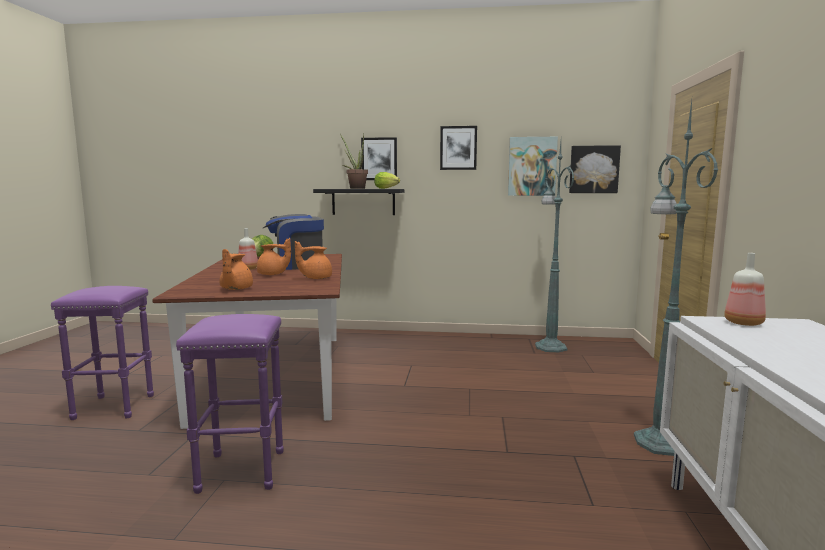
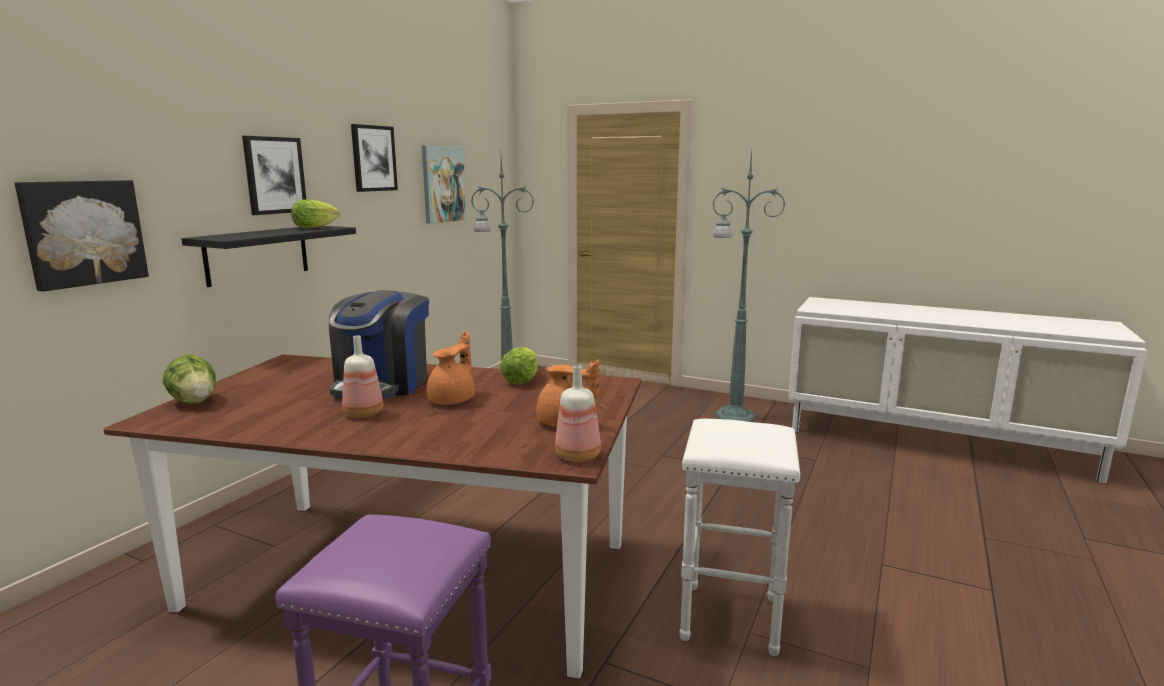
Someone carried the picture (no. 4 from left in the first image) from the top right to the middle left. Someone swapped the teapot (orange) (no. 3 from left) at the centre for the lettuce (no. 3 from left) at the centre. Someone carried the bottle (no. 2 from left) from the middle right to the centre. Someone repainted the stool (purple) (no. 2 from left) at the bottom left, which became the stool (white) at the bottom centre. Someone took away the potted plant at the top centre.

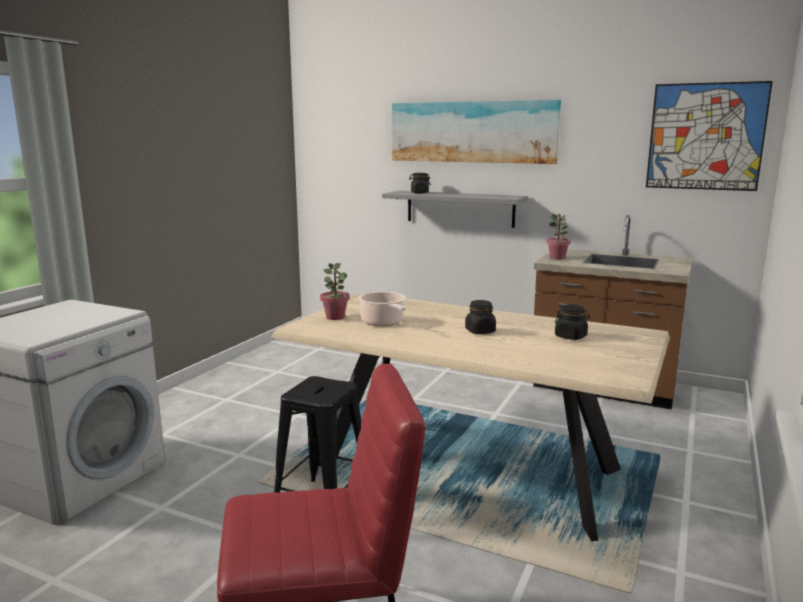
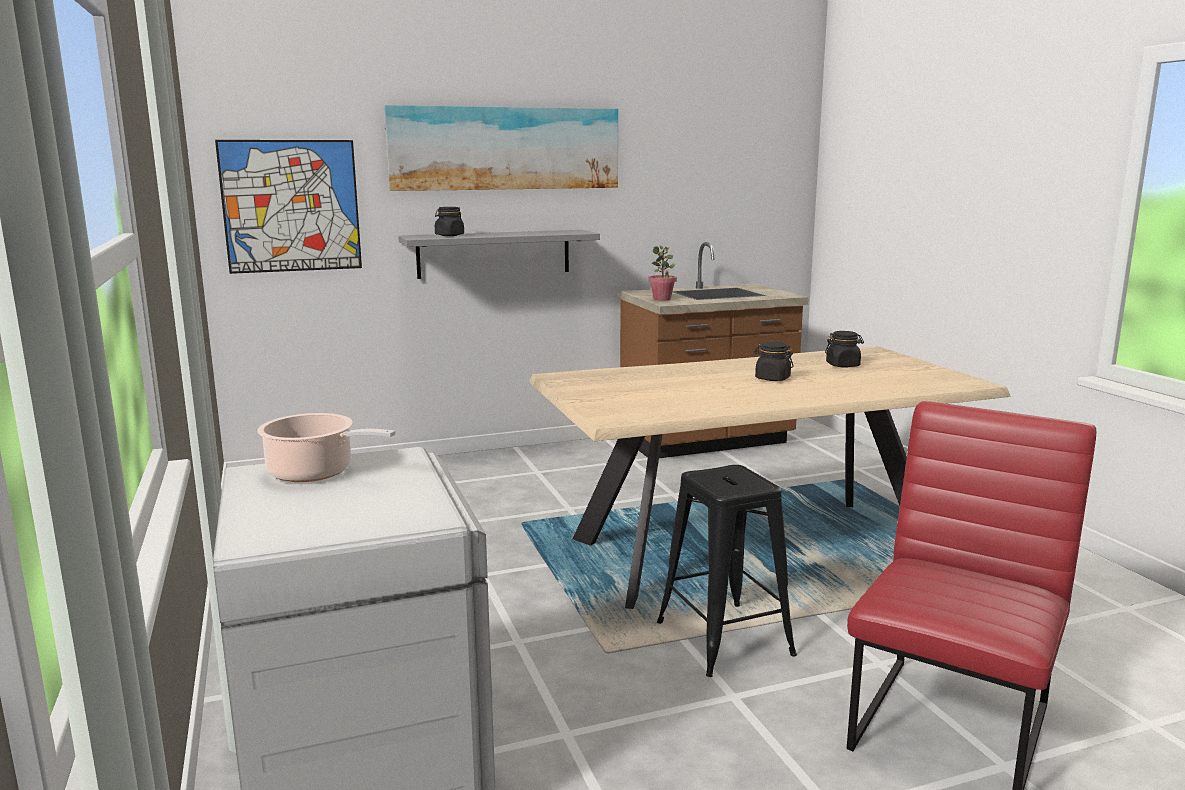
Someone carried the picture (no. 2 from left in the first image) from the top right to the top left. Someone carried the cooking pot from the centre to the middle left. Someone took away the potted plant (no. 1 from left) at the centre.

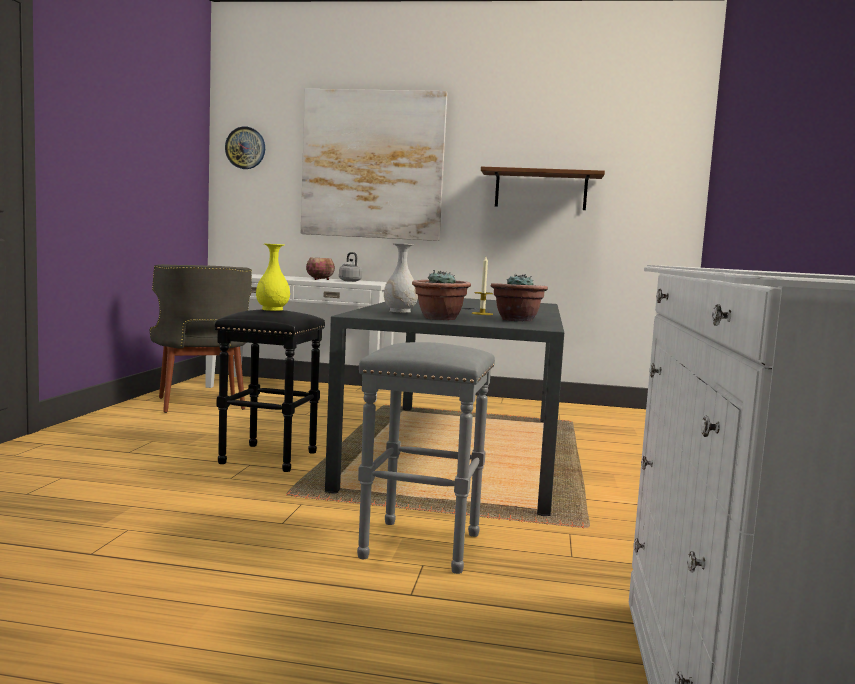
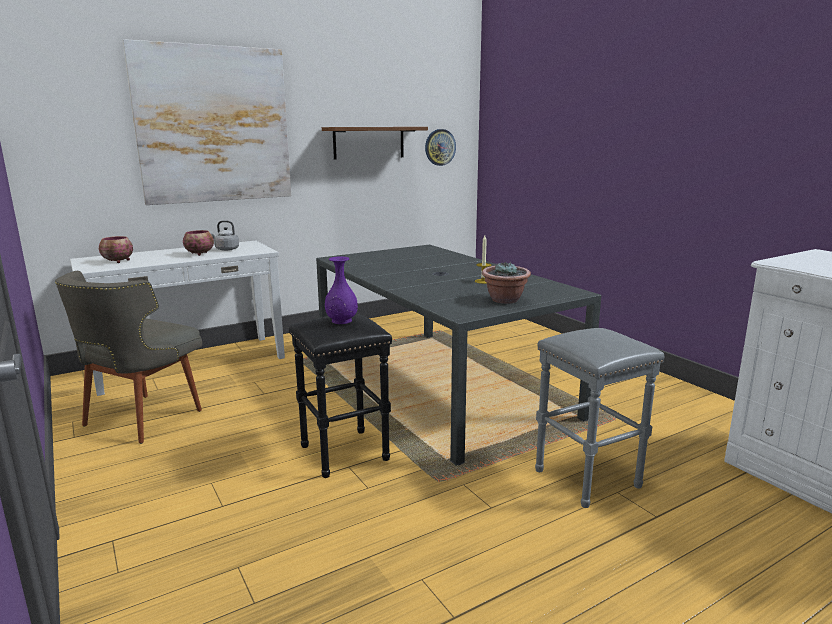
Someone rotated the chair (grey) at the middle left by 90 degrees clockwise. Someone put down the bowl (no. 1 from left) at the middle left. Someone repainted the vase (yellow) at the middle left, which became the vase (purple) at the centre. Someone carried the wall clock from the top left to the top centre. Someone took away the vase (white) at the centre. Someone took away the potted plant (no. 2 from left) at the centre.

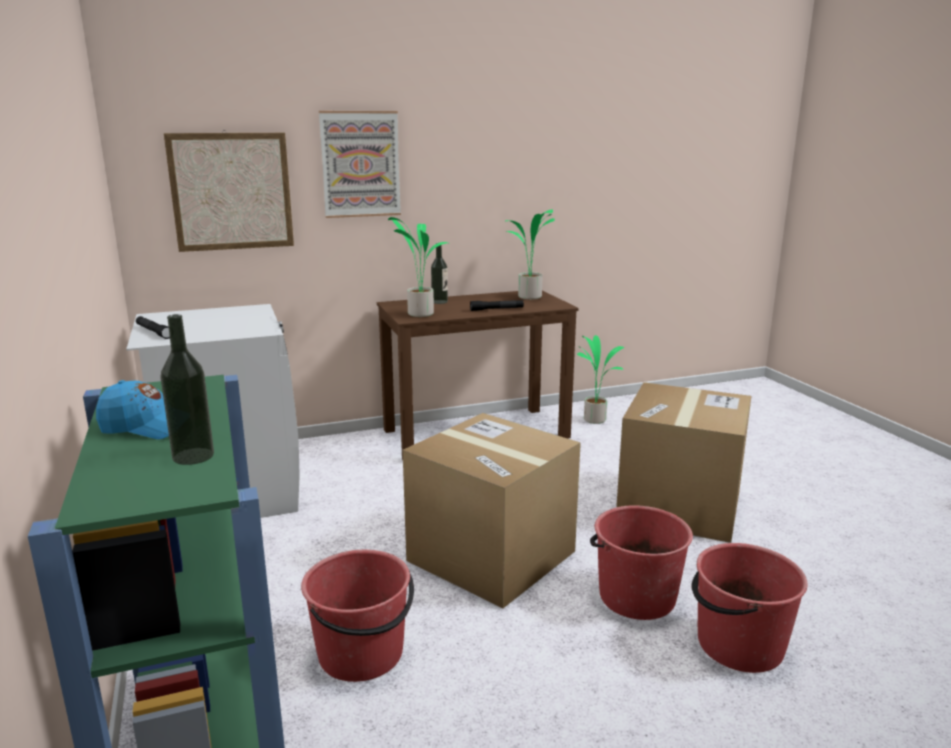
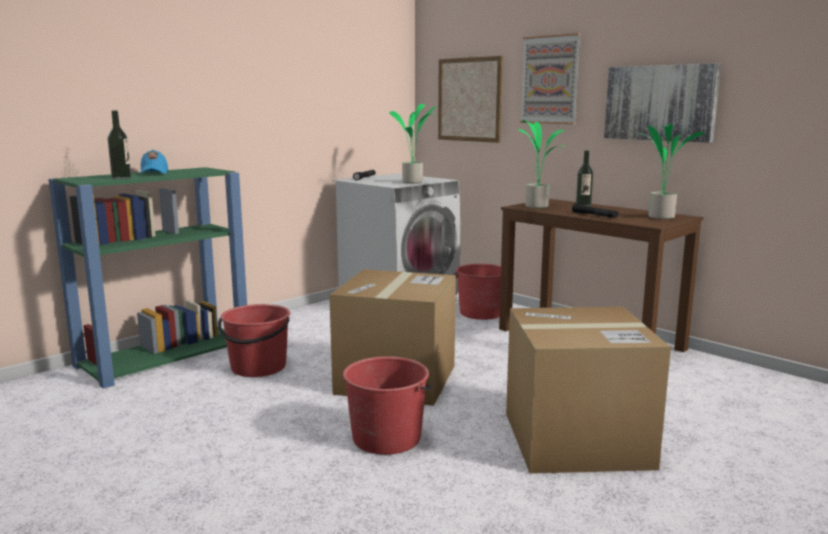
Someone carried the potted plant (no. 3 from left in the first image) from the centre to the top centre. Someone carried the bucket (red) (no. 3 from left) from the bottom right to the centre. Someone put up the picture (no. 3 from left) at the top right.

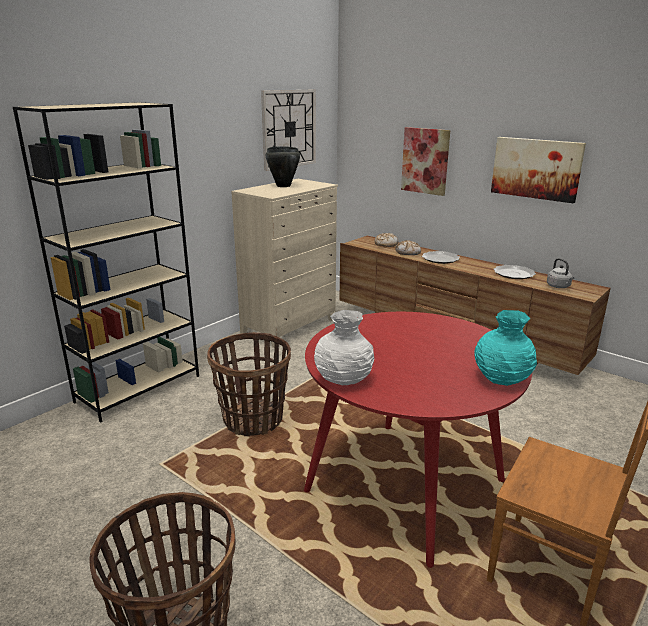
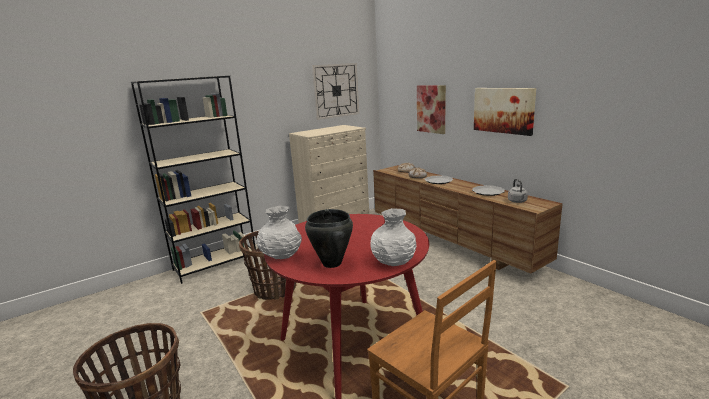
Someone carried the cooking pot (black) from the top centre to the centre. Someone repainted the vase (turquoise) at the middle right, which became the vase (white) (no. 2 from left) at the centre.

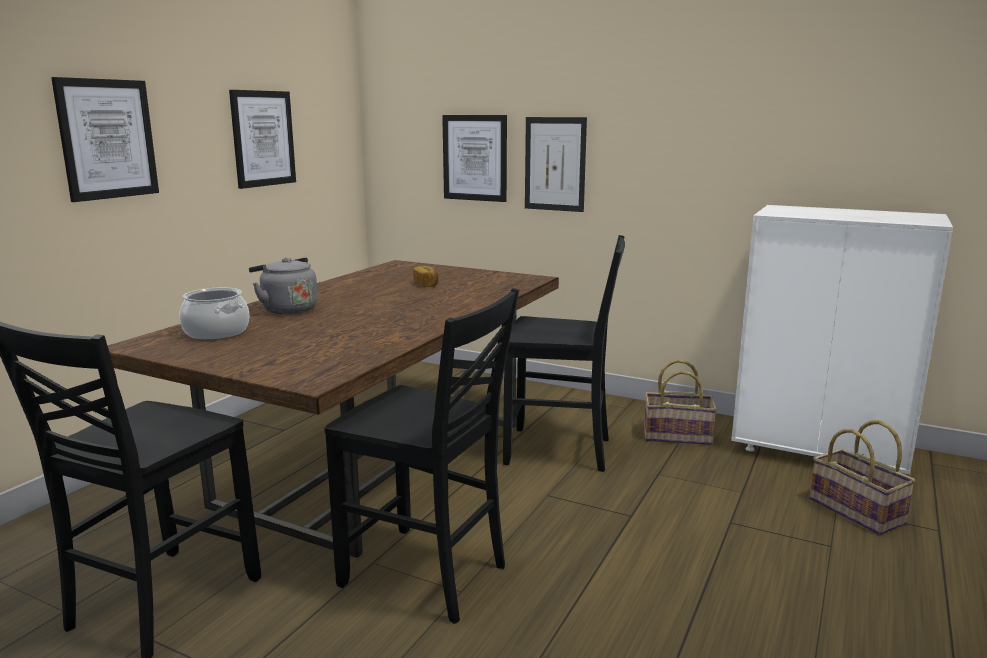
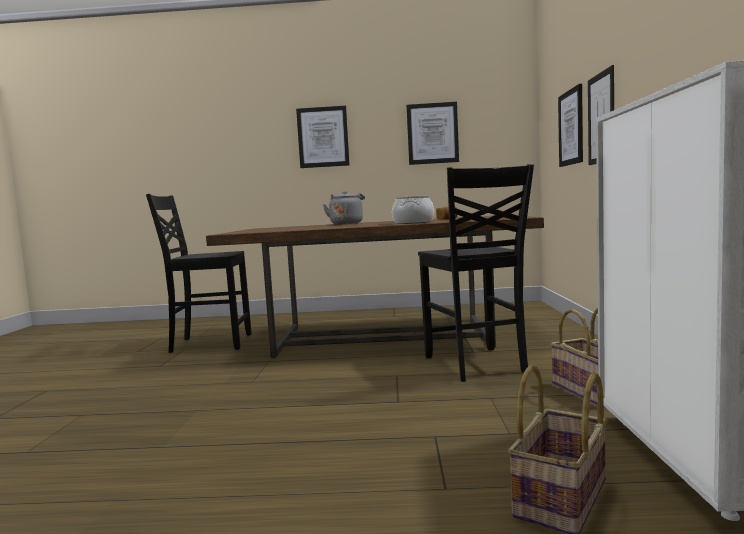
Someone carried the cooking pot from the middle left to the centre. Someone took away the chair (black) (no. 2 from left) at the bottom centre.

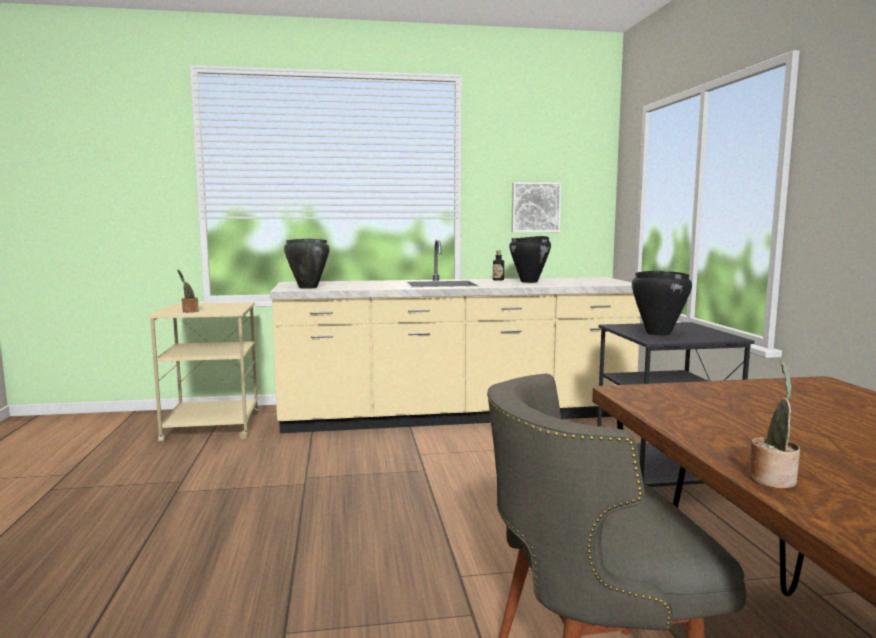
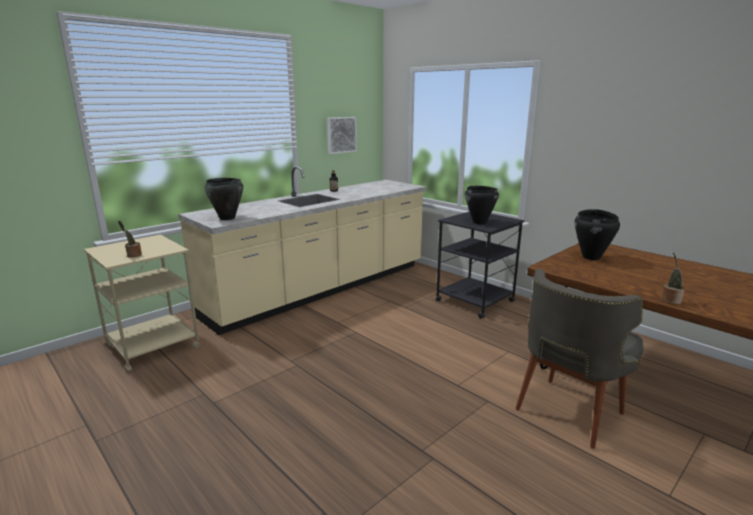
Someone carried the cooking pot (black) (no. 2 from left in the first image) from the centre to the middle right.

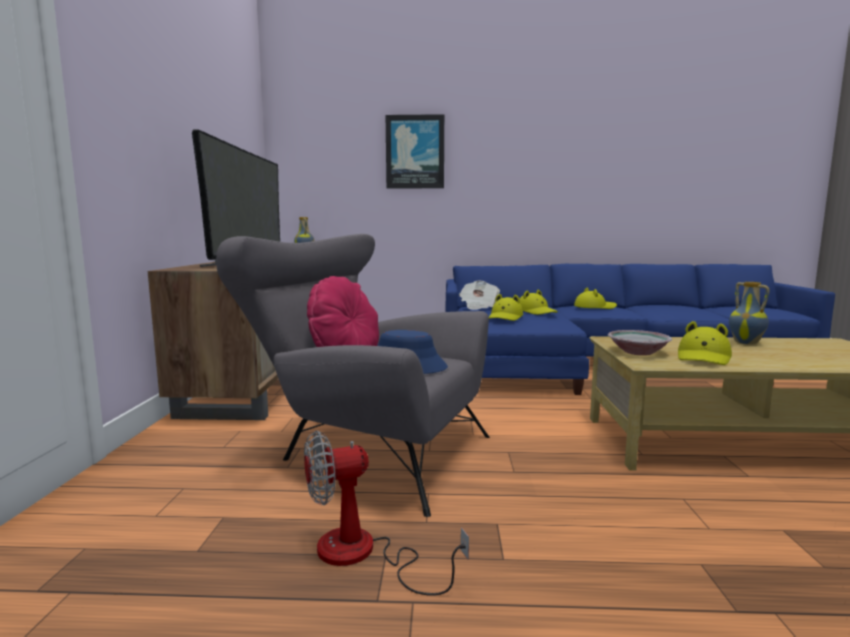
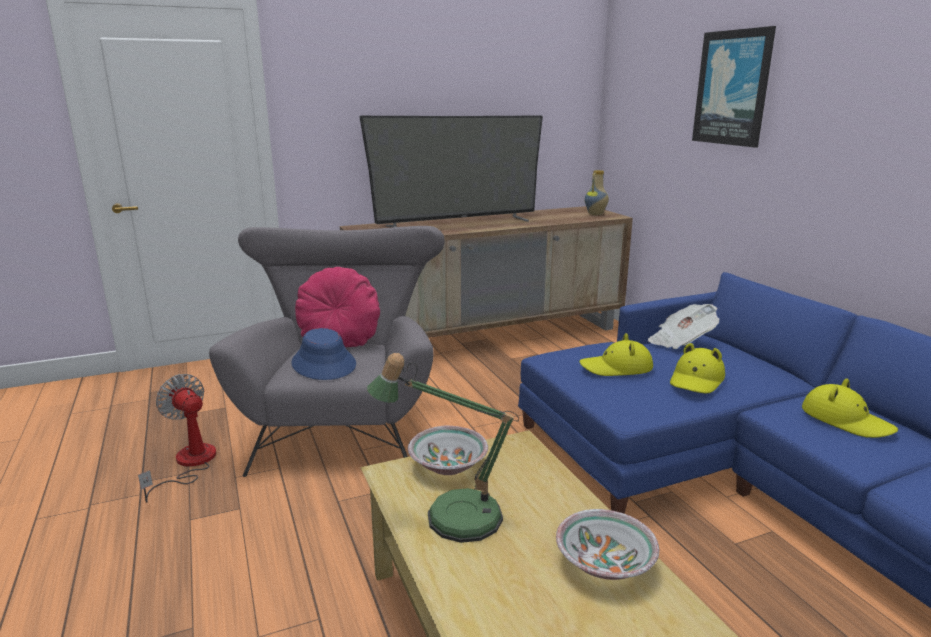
Someone swapped the hat (yellow) (no. 4 from left) at the middle right for the table lamp at the bottom centre. Someone swapped the vase (no. 2 from left) at the middle right for the bowl (no. 2 from left) at the bottom centre.

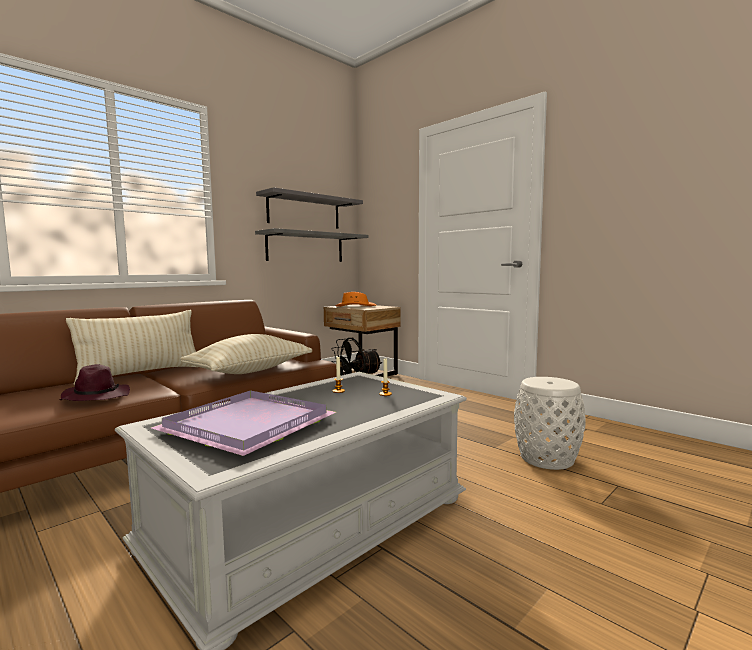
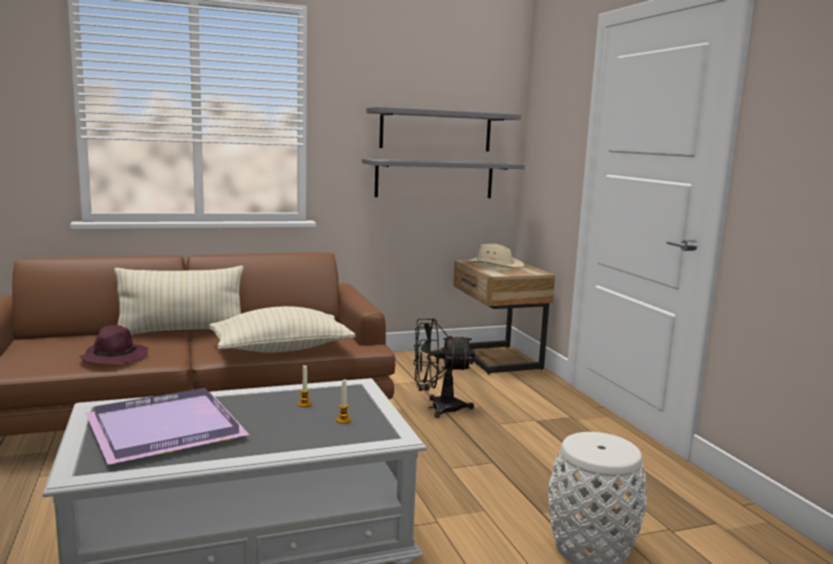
Someone repainted the hat (orange) at the centre, which became the hat (beige) at the centre.

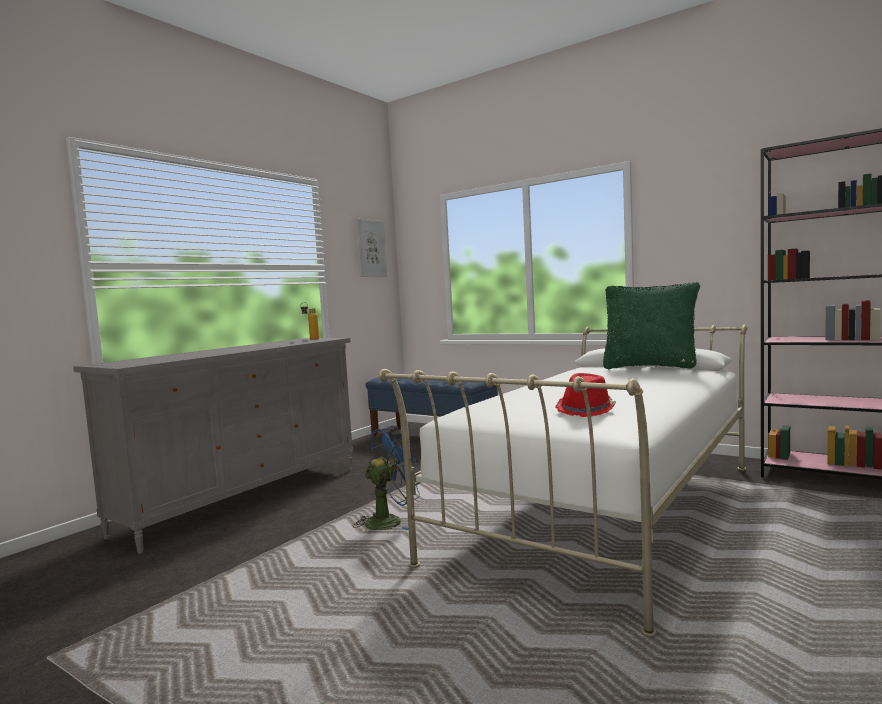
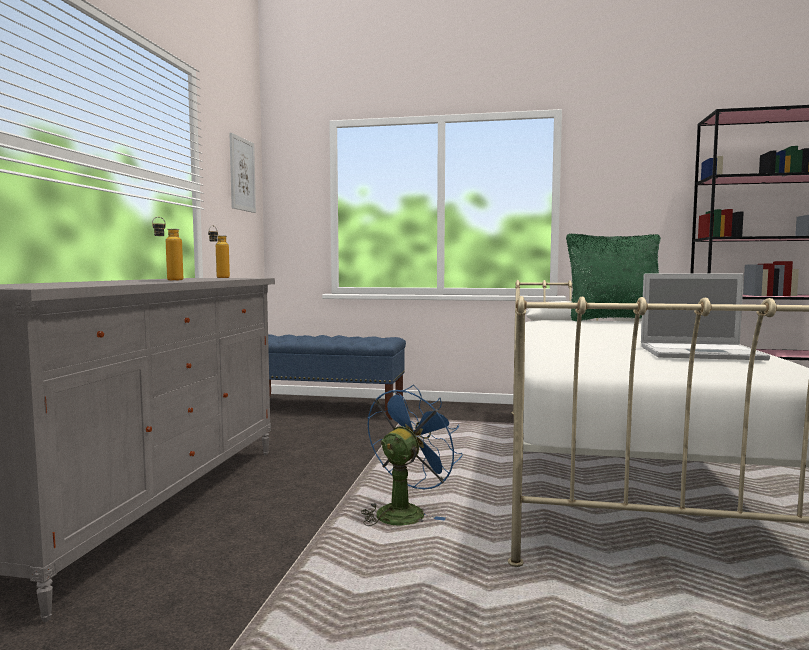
Someone put down the bottle (no. 1 from left) at the middle left. Someone swapped the hat (red) at the centre for the laptop at the middle right.

